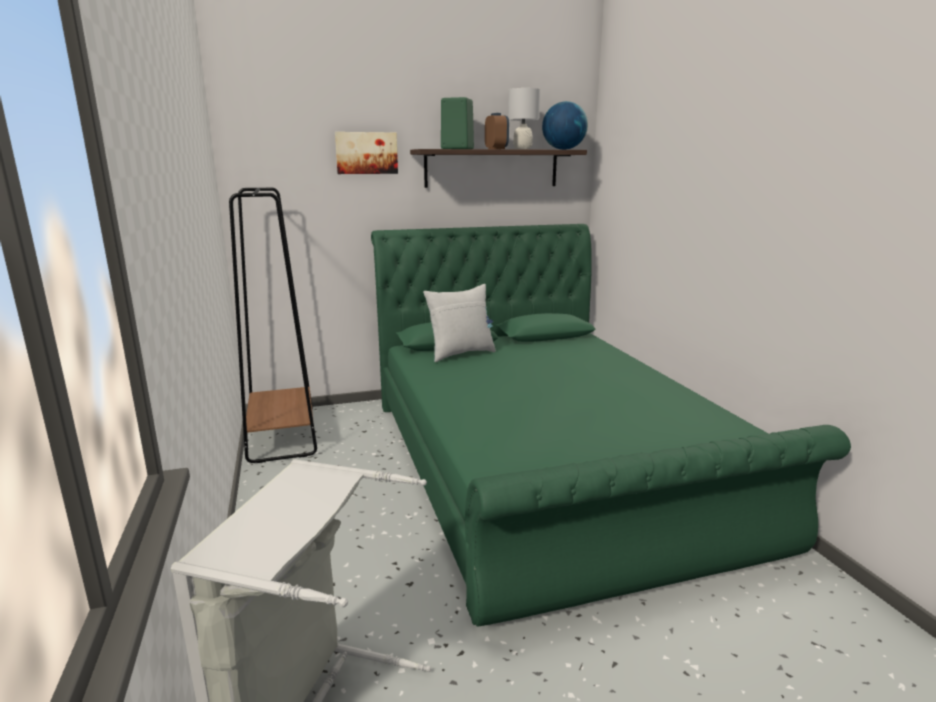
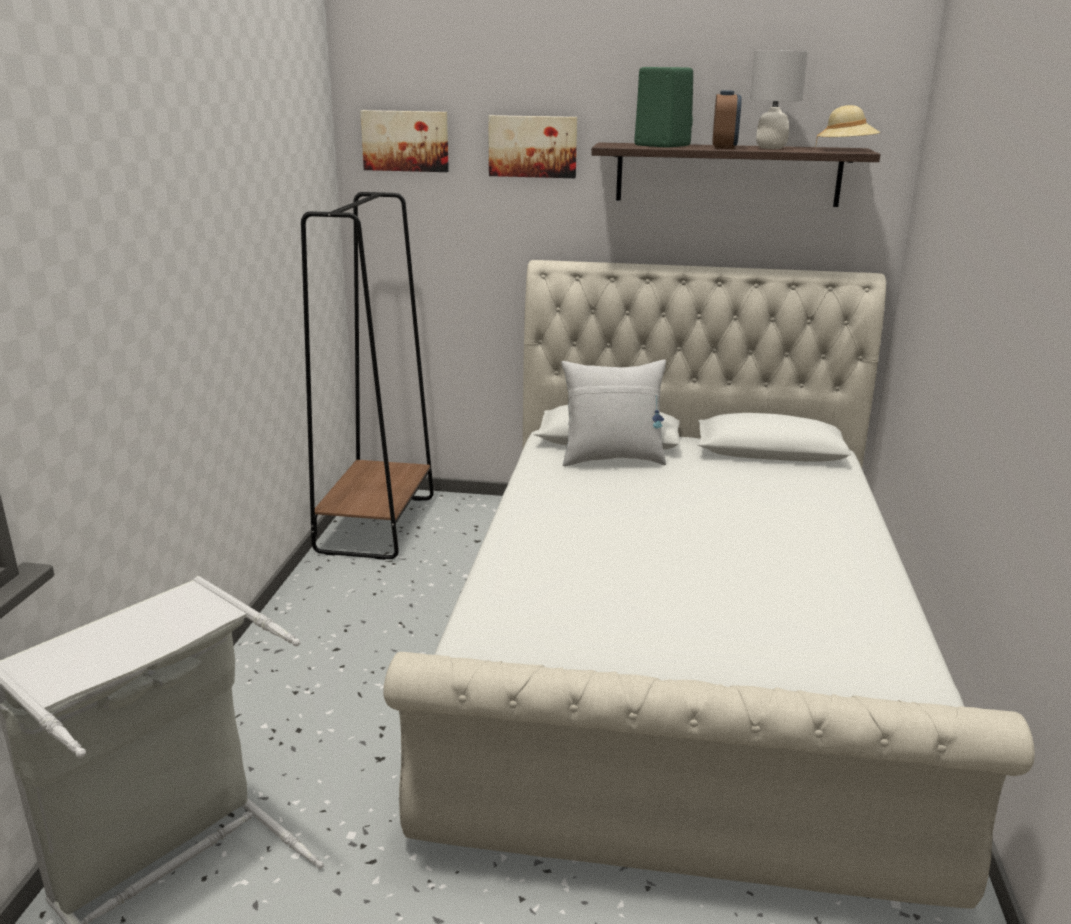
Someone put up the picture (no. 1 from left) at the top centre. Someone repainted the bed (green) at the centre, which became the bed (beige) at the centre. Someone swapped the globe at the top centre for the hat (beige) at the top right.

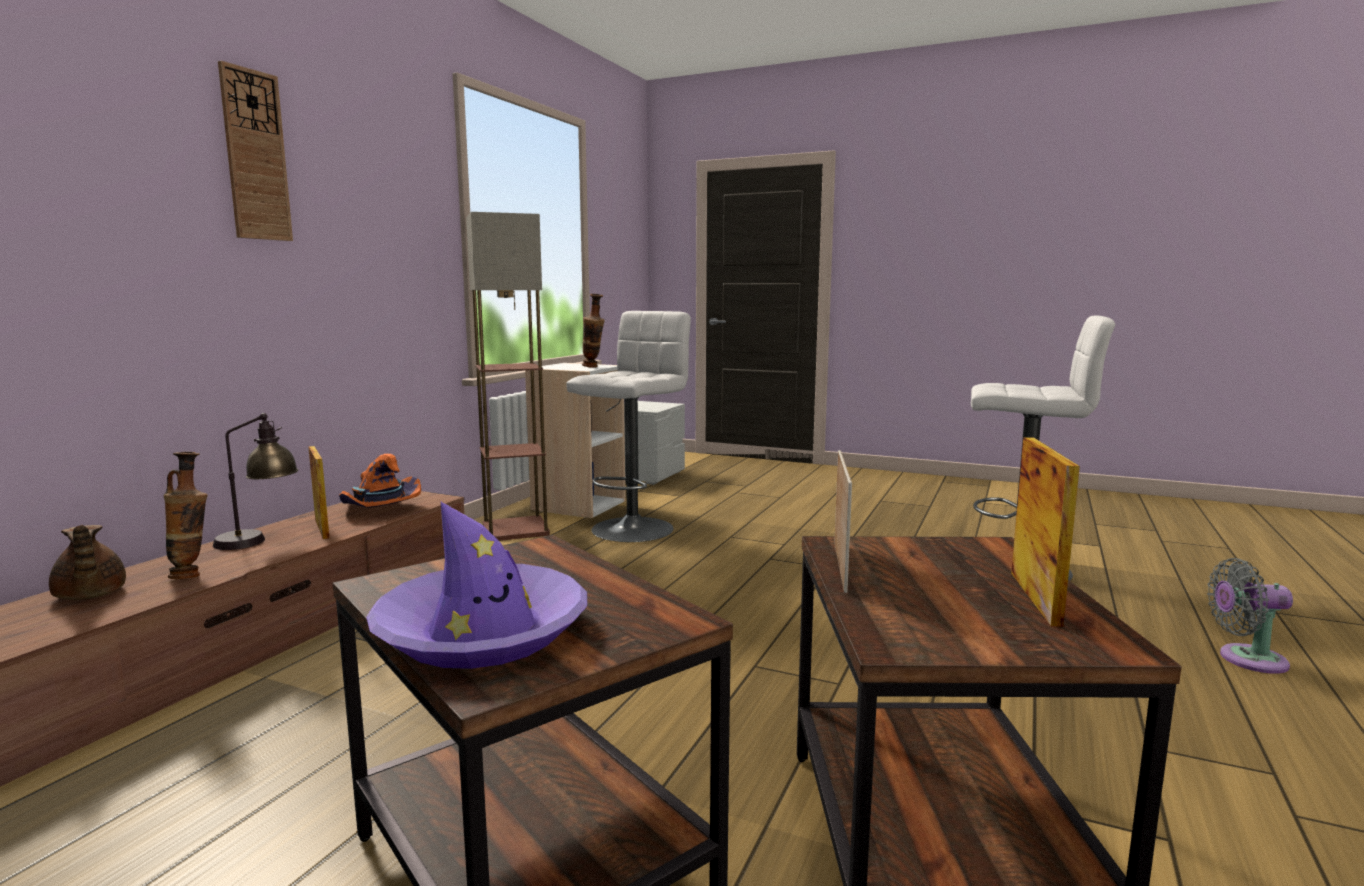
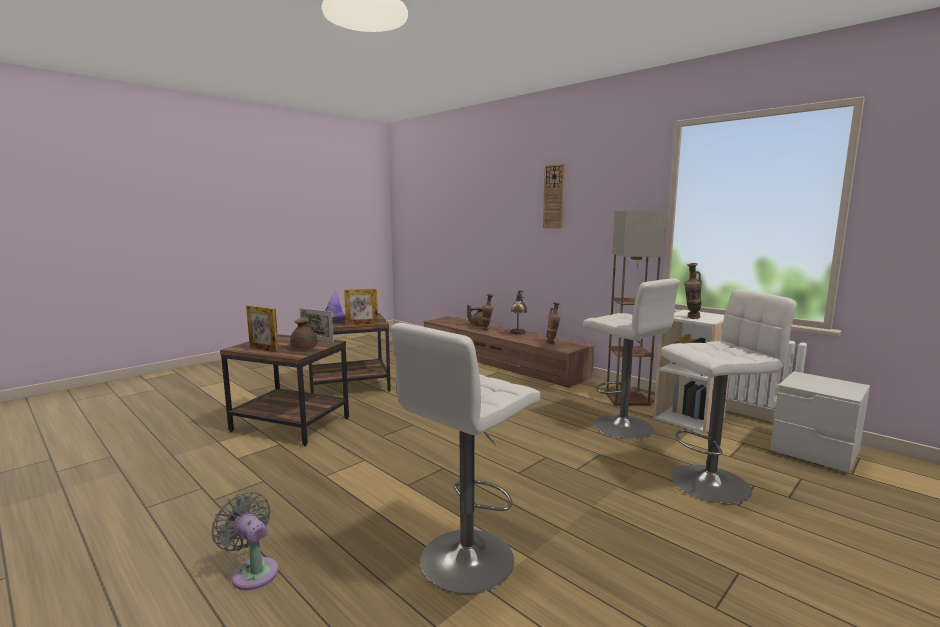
Someone rotated the fan (grey) at the bottom right by 75 degrees counterclockwise. Someone put down the teapot (brown) (no. 1 from left) at the middle left. Someone carried the picture frame (no. 1 from left in the first image) from the middle left to the centre. Someone swapped the hat (orange) at the middle left for the vase (no. 2 from left) at the centre. Someone put down the stool (white) (no. 3 from left) at the middle right.

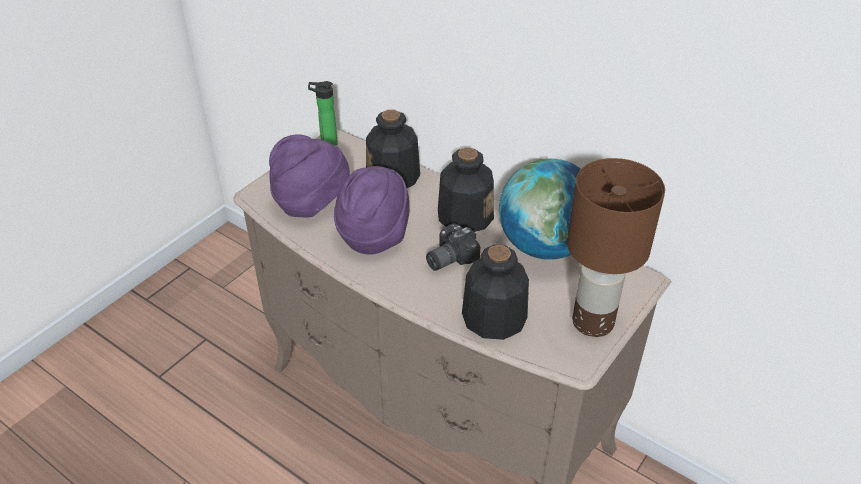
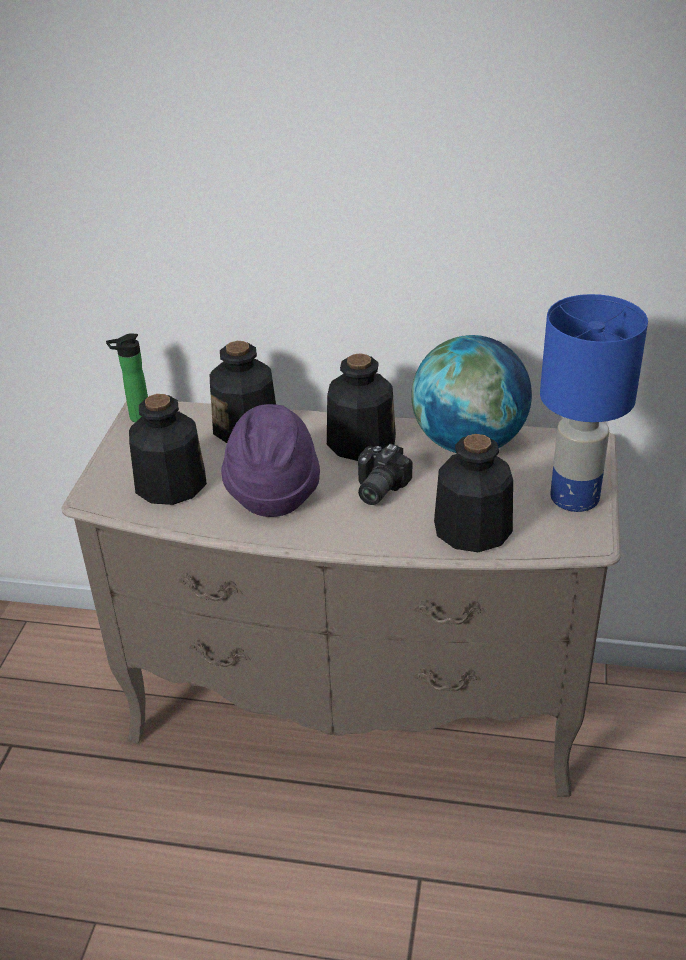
Someone swapped the hat (purple) (no. 1 from left) at the centre for the bottle (no. 2 from left) at the middle left. Someone repainted the table lamp (brown) at the middle right, which became the table lamp (blue) at the middle right.

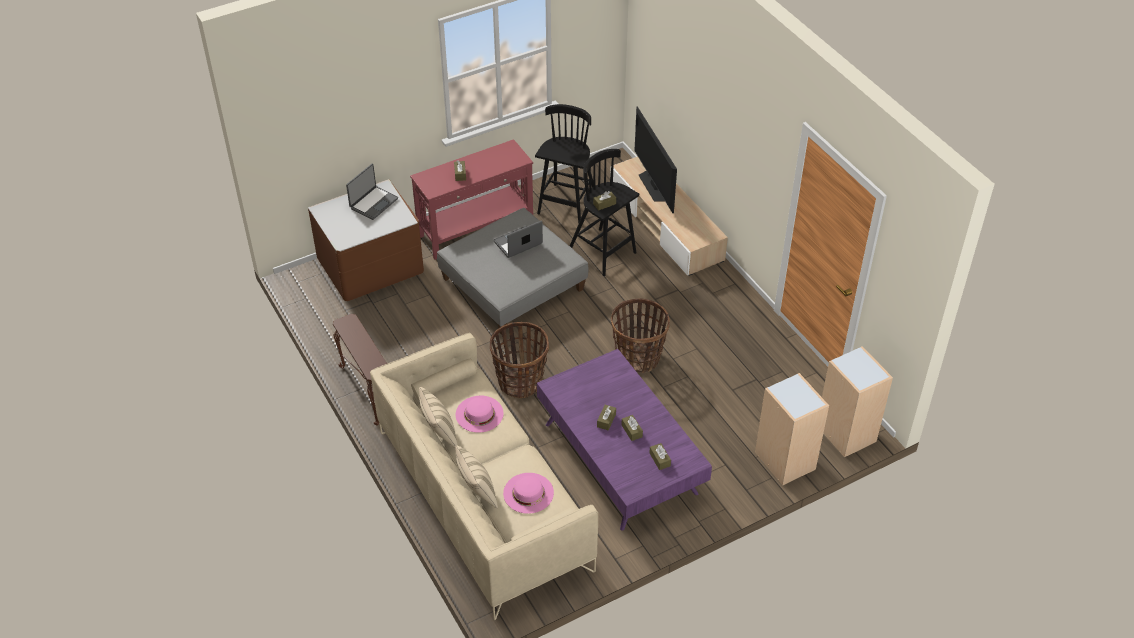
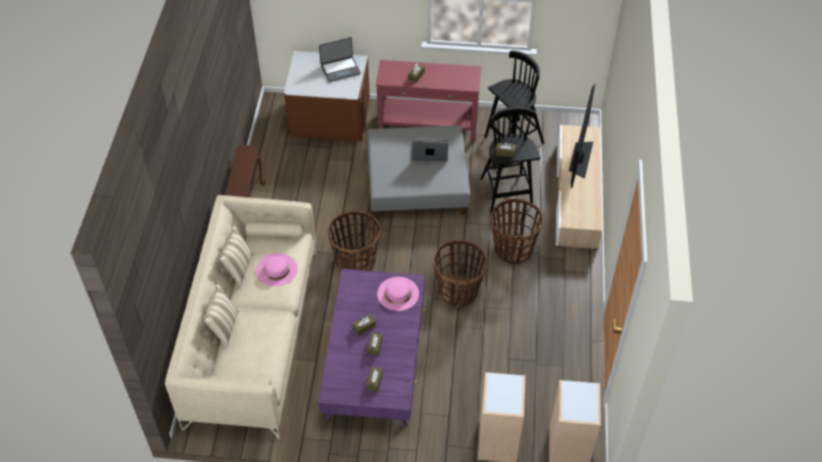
Someone carried the hat (pink) (no. 2 from left) from the bottom centre to the centre. Someone put down the basket (no. 3 from left) at the centre.

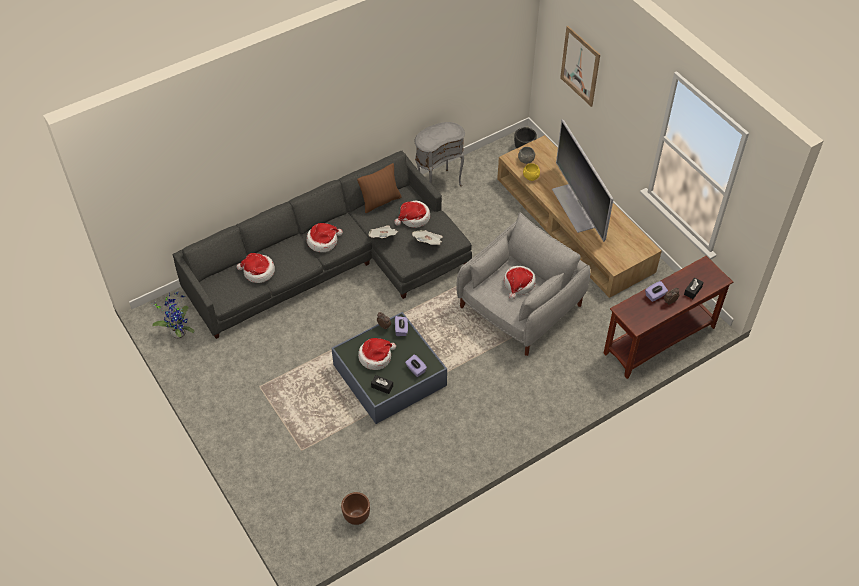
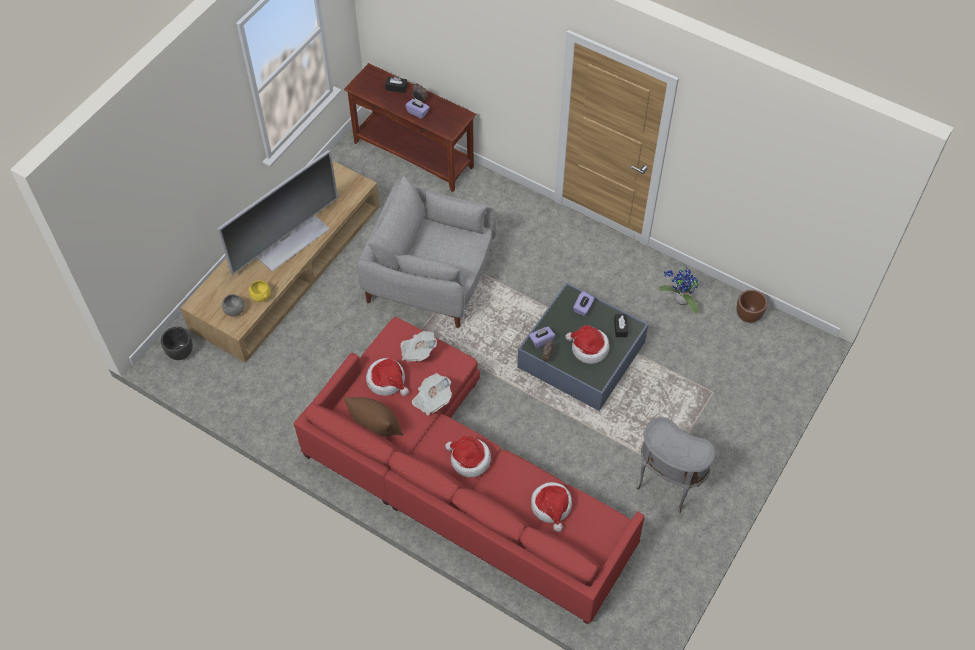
Someone repainted the sofa (grey) at the centre, which became the sofa (red) at the bottom centre. Someone carried the side table (grey) from the top centre to the bottom right. Someone carried the potted plant from the middle left to the middle right. Someone took away the hat (no. 5 from left) at the centre. Someone took away the picture at the top right.

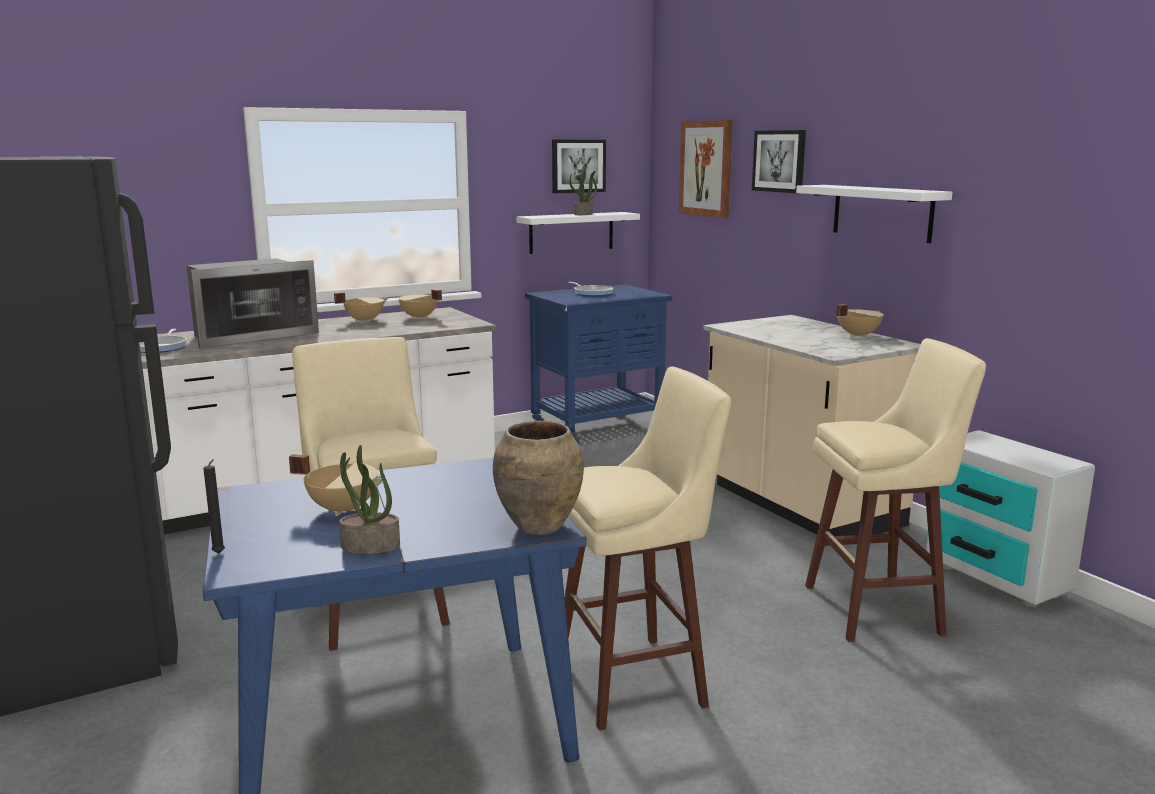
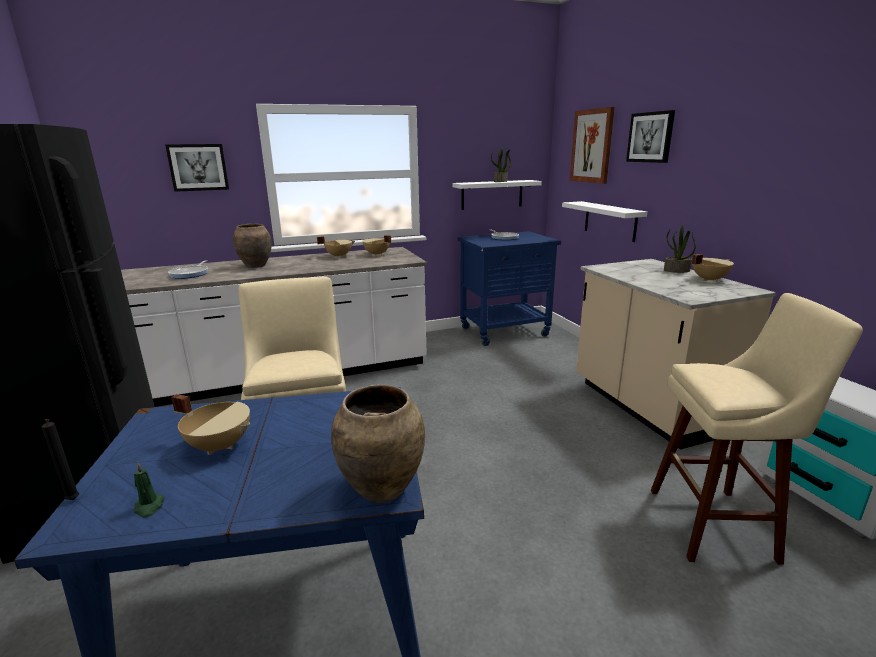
Someone put down the candle (green) at the bottom left. Someone carried the picture (no. 1 from left) from the top centre to the top left. Someone swapped the microwave at the middle left for the vase (brown) (no. 1 from left) at the middle left. Someone carried the shelf (white) (no. 2 from left) from the top right to the middle right. Someone carried the potted plant (no. 1 from left in the first image) from the middle left to the middle right. Someone took away the stool (beige) (no. 2 from left) at the bottom centre.

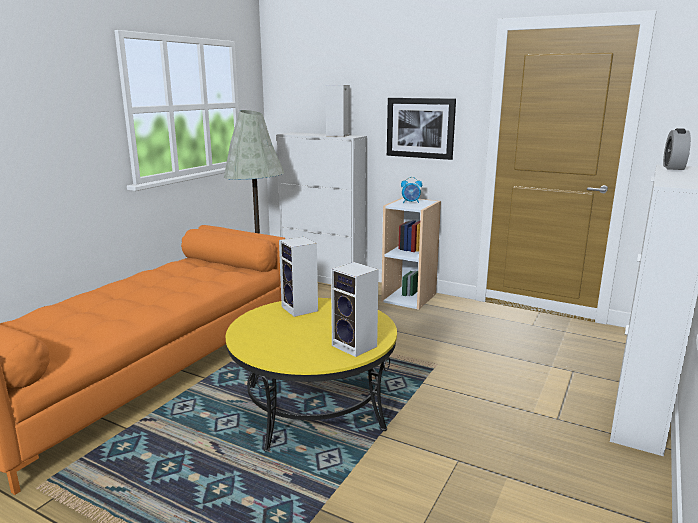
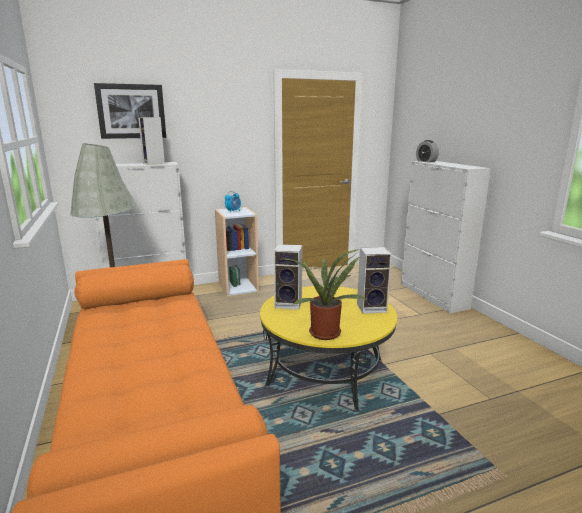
Someone carried the picture from the top centre to the top left. Someone put down the potted plant at the centre.

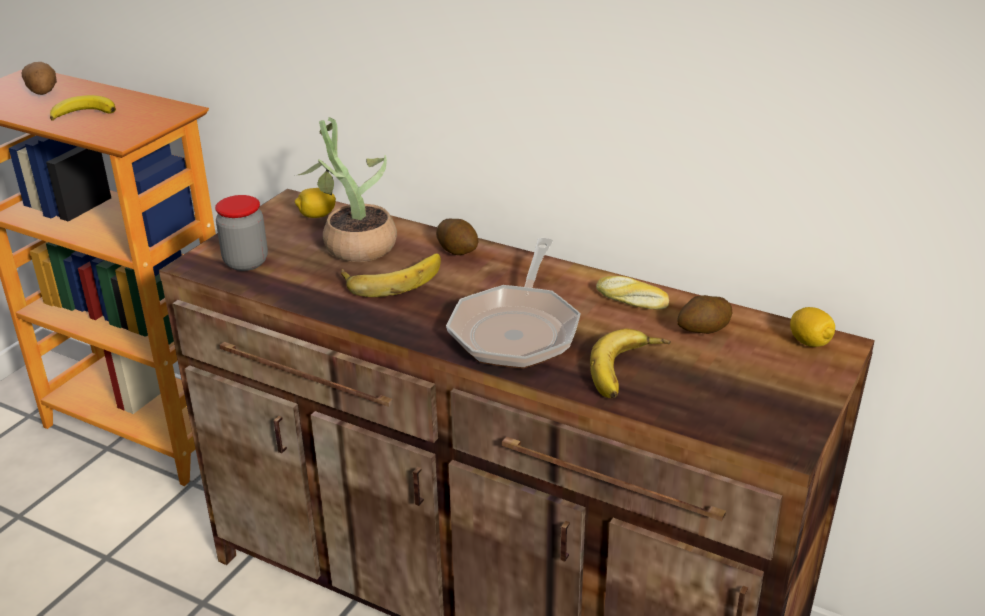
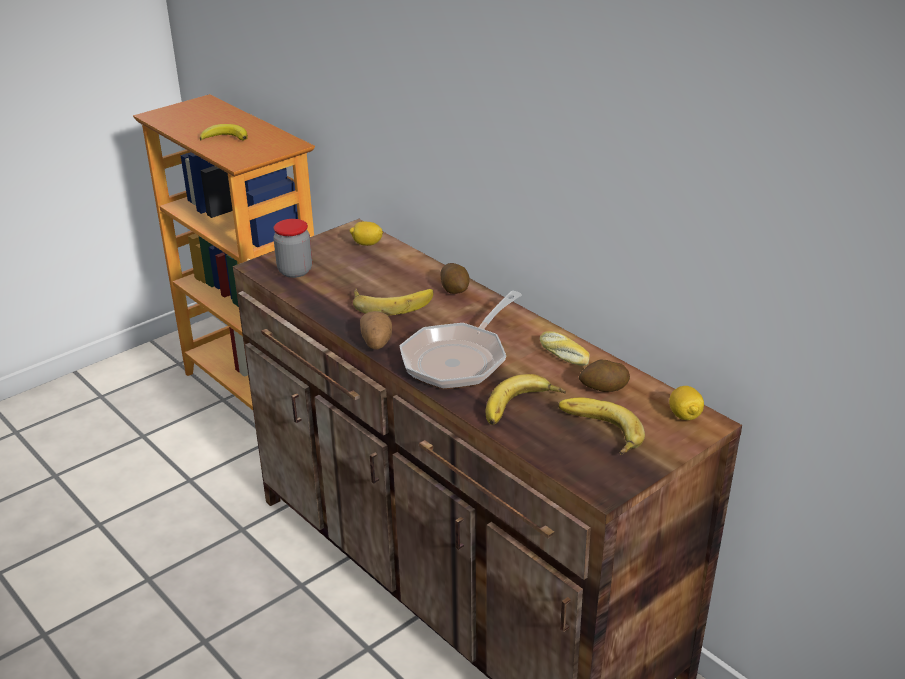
Someone carried the potato (no. 1 from left) from the top left to the centre. Someone put down the banana (no. 4 from left) at the centre. Someone took away the potted plant at the top centre.

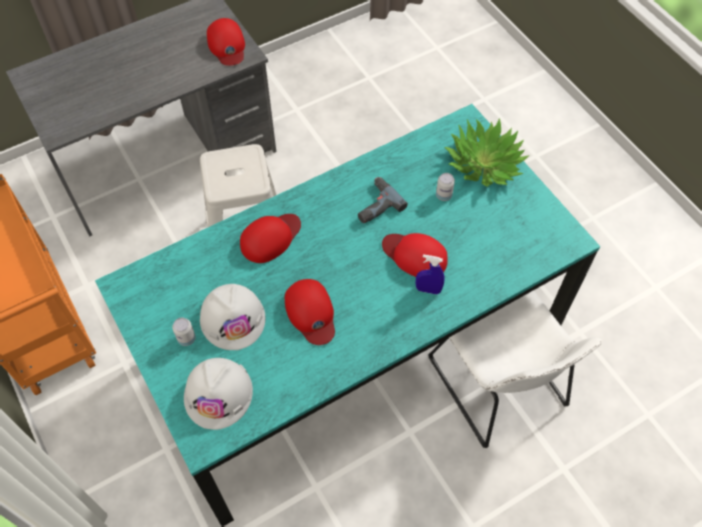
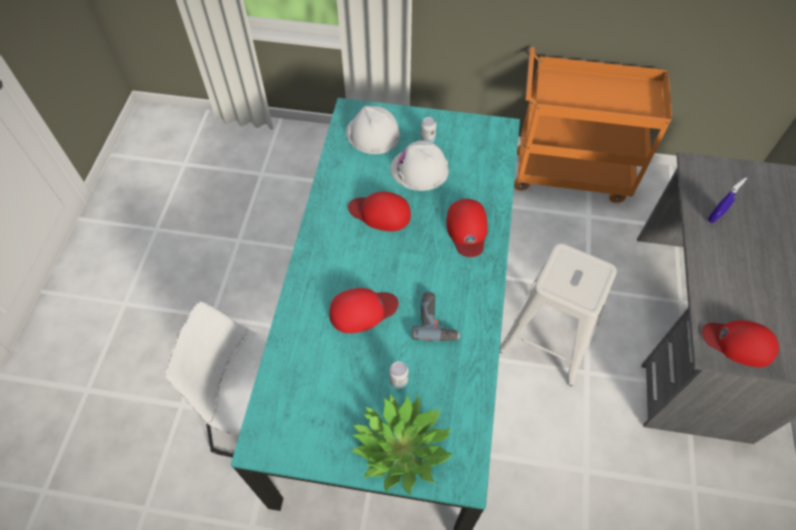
Someone carried the spray bottle (blue) from the centre to the middle right.

